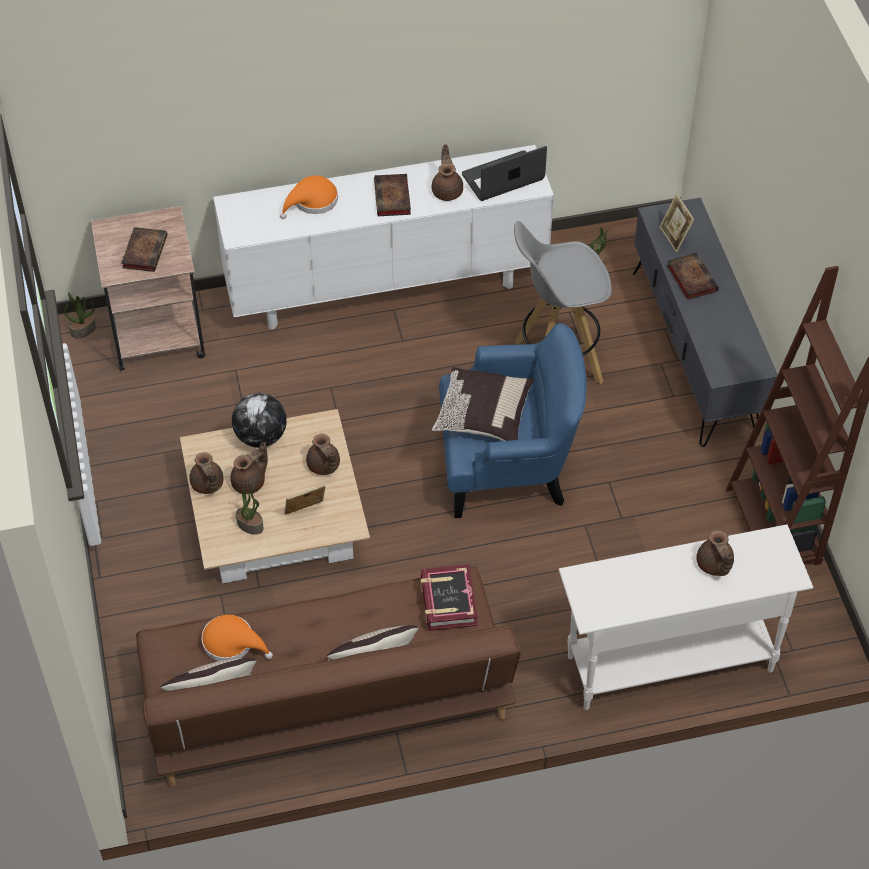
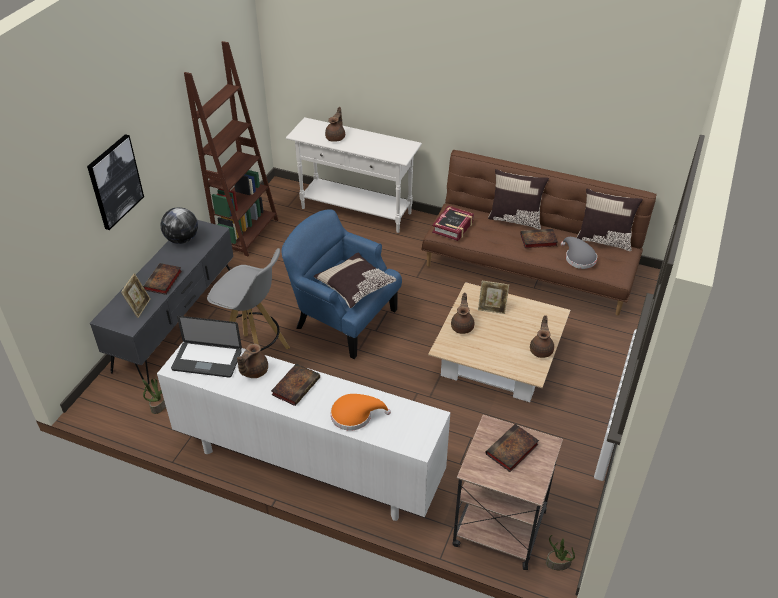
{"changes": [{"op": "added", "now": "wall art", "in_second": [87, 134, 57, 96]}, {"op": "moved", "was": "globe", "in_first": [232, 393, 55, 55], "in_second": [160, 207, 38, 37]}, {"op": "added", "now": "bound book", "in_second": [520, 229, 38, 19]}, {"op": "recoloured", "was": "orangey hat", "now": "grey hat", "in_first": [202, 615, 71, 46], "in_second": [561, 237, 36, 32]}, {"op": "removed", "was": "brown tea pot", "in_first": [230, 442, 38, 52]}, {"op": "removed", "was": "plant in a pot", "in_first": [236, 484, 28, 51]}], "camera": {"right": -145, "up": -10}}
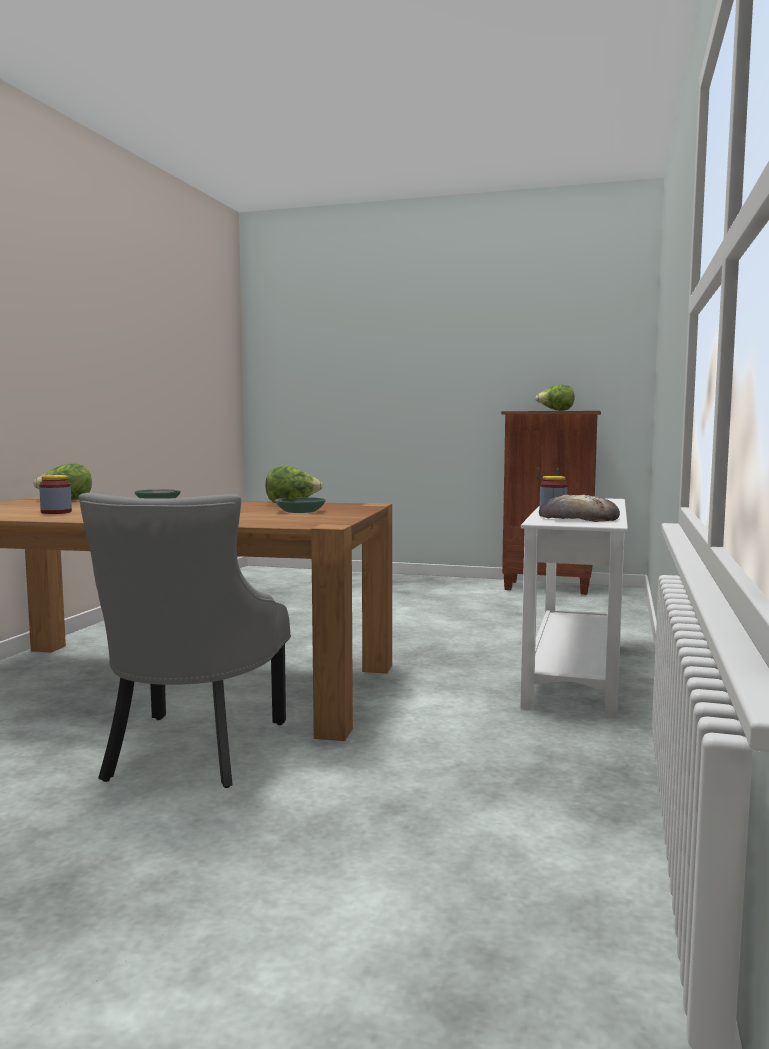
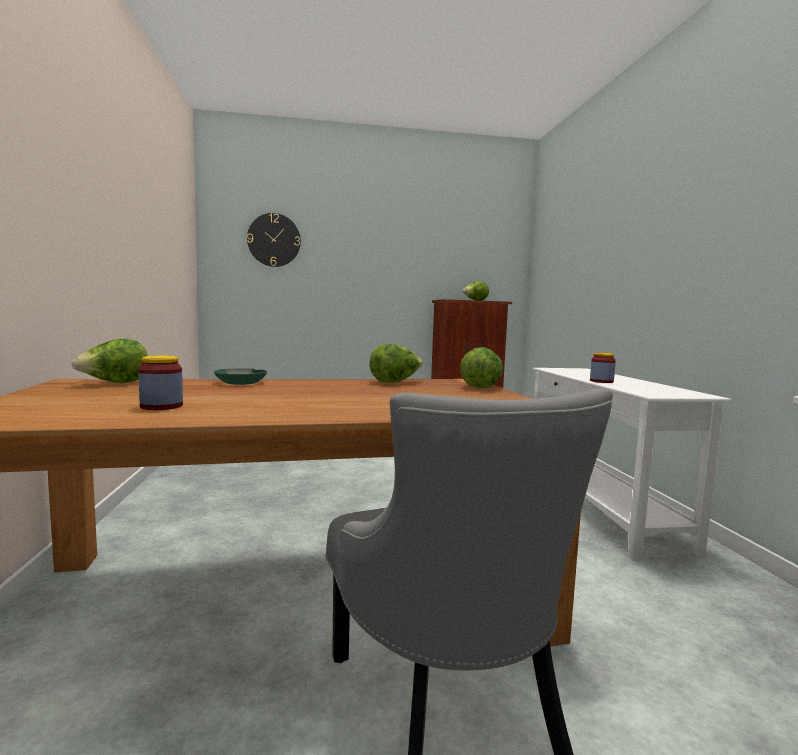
{"changes": [{"op": "added", "now": "wall clock", "in_second": [247, 213, 54, 54]}, {"op": "added", "now": "head of lettuce", "in_second": [460, 347, 43, 41]}, {"op": "removed", "was": "green-coloured serving bowl", "in_first": [275, 497, 51, 16]}, {"op": "removed", "was": "baked bread", "in_first": [539, 494, 81, 28]}], "camera": {"right": -25, "up": 0}}
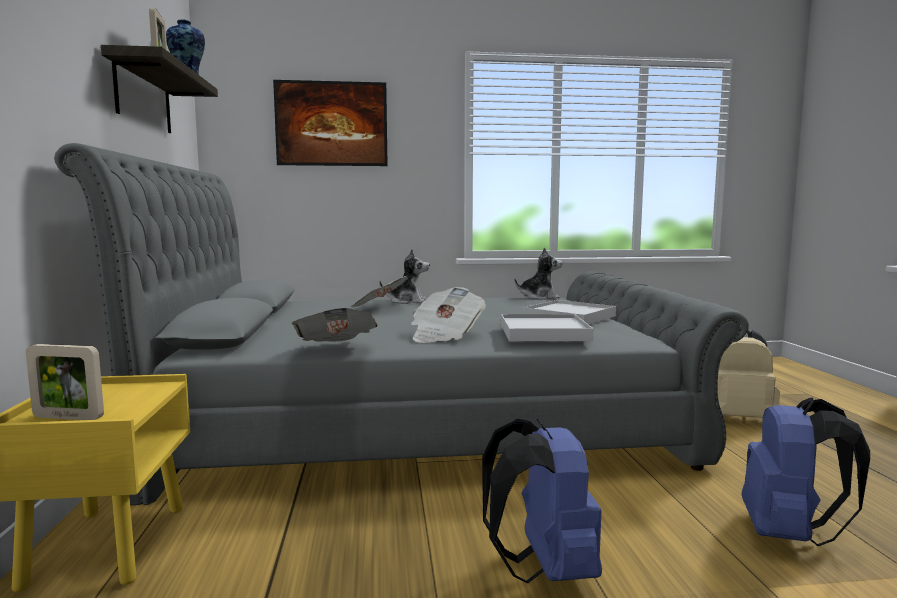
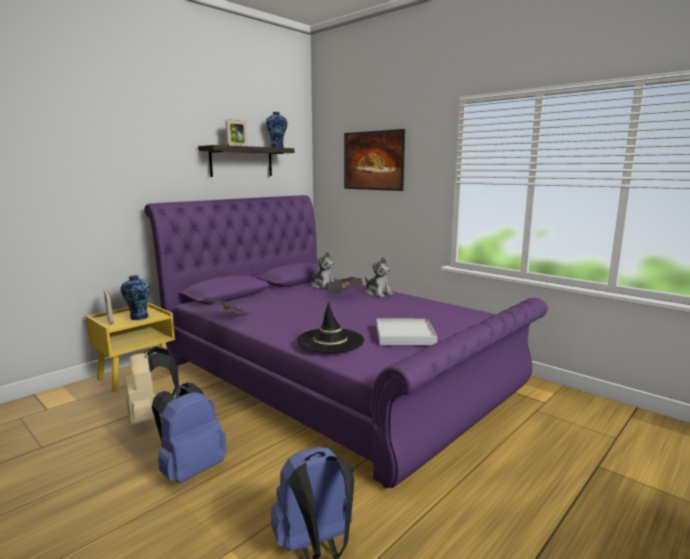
{"changes": [{"op": "added", "now": "decorative vase", "in_second": [121, 275, 29, 45]}, {"op": "moved", "was": "sand-coloured backpack", "in_first": [718, 330, 62, 88], "in_second": [126, 346, 54, 79]}, {"op": "recoloured", "was": "grey sleeping bed", "now": "purple sleeping bed", "in_first": [54, 143, 695, 362], "in_second": [144, 195, 404, 293]}, {"op": "replaced", "was": "whitish serving tray", "now": "blackish hat", "in_first": [501, 314, 92, 27], "in_second": [296, 302, 68, 51]}, {"op": "moved", "was": "plush toy", "in_first": [514, 247, 48, 53], "in_second": [310, 252, 25, 37]}, {"op": "removed", "was": "printed paper", "in_first": [411, 287, 75, 56]}], "camera": {"right": 50, "up": 5}}
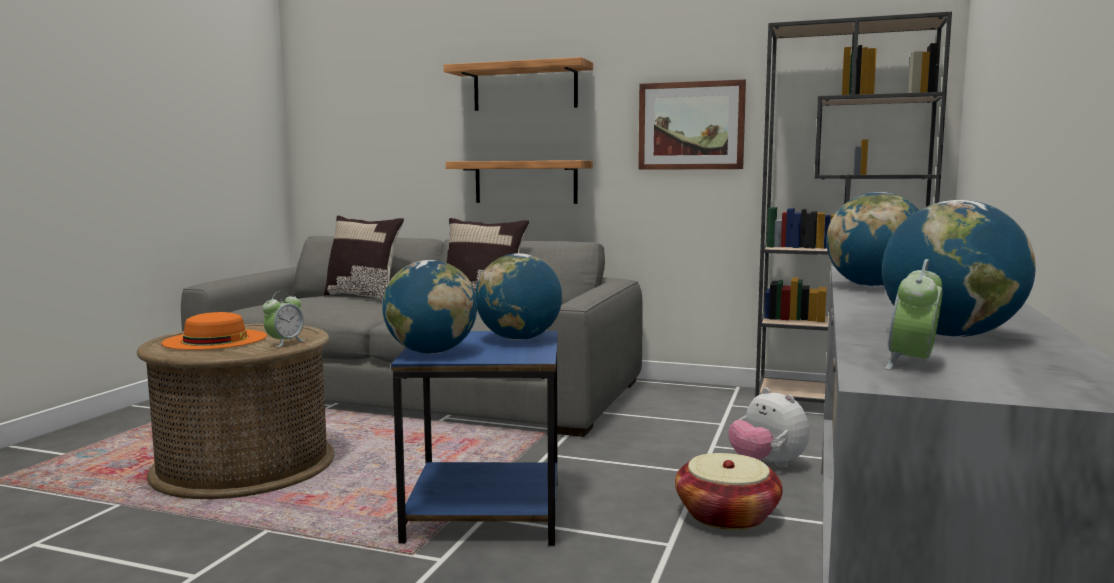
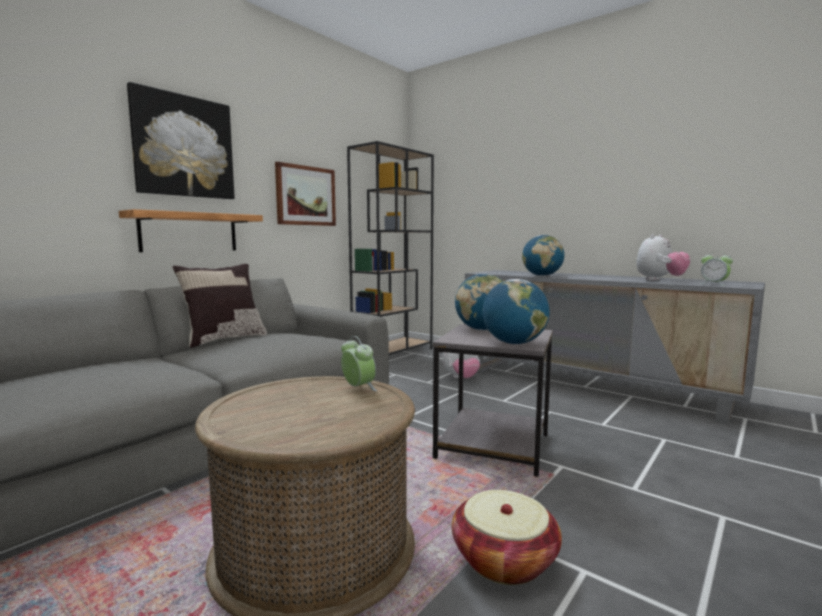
{"changes": [{"op": "replaced", "was": "shelf", "now": "wall art", "in_first": [444, 57, 149, 54], "in_second": [127, 82, 108, 117]}, {"op": "recoloured", "was": "blue-coloured side table", "now": "grey side table", "in_first": [391, 331, 167, 215], "in_second": [433, 324, 120, 153]}, {"op": "moved", "was": "basket", "in_first": [675, 453, 108, 77], "in_second": [452, 490, 110, 95]}, {"op": "replaced", "was": "globe", "now": "plush toy", "in_first": [882, 200, 154, 137], "in_second": [636, 234, 54, 47]}, {"op": "removed", "was": "orangey hat", "in_first": [162, 312, 105, 38]}, {"op": "removed", "was": "pillow", "in_first": [324, 216, 80, 84]}], "camera": {"right": -70, "up": 0}}
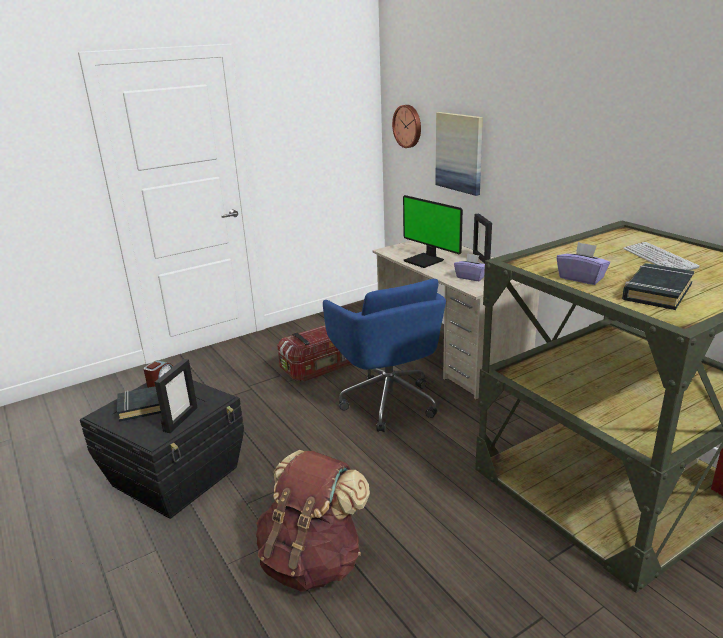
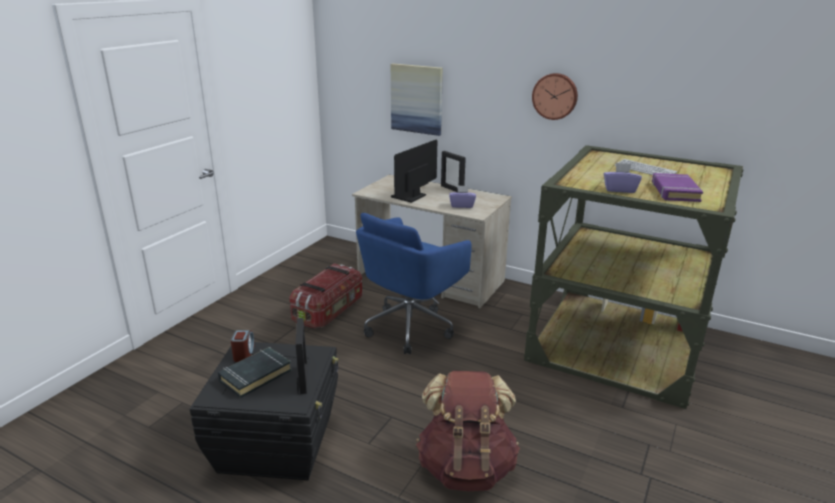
{"changes": [{"op": "turned", "was": "blue-coloured desk chair", "in_first": [323, 279, 123, 153], "in_second": [356, 213, 116, 141], "clockwise": 90}, {"op": "turned", "was": "computer display", "in_first": [403, 195, 60, 73], "in_second": [391, 140, 46, 63], "clockwise": 105}, {"op": "moved", "was": "wall clock", "in_first": [392, 105, 29, 43], "in_second": [532, 73, 46, 47]}, {"op": "recoloured", "was": "blackish bound book", "now": "purple bound book", "in_first": [622, 263, 72, 47], "in_second": [652, 173, 51, 29]}], "camera": {"right": -30, "up": 0}}
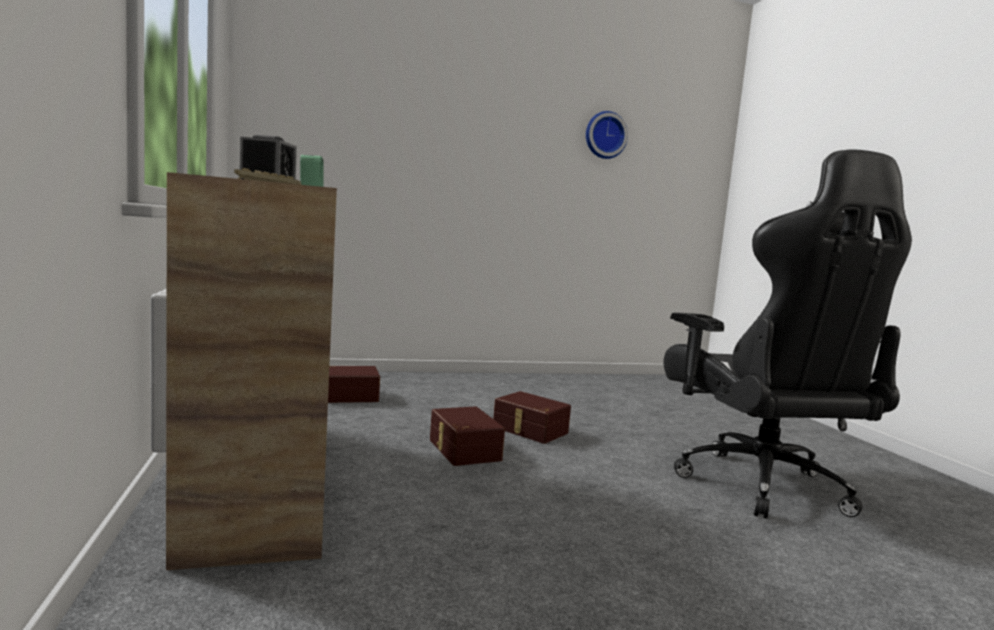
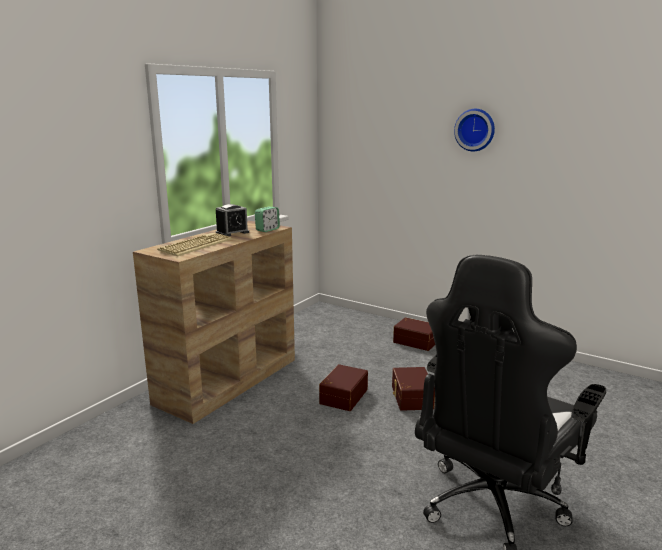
{"changes": [{"op": "moved", "was": "brown storage bin", "in_first": [328, 366, 52, 37], "in_second": [393, 317, 42, 34]}, {"op": "moved", "was": "wall clock", "in_first": [586, 111, 42, 48], "in_second": [454, 109, 41, 43]}], "camera": {"right": 50, "up": 10}}
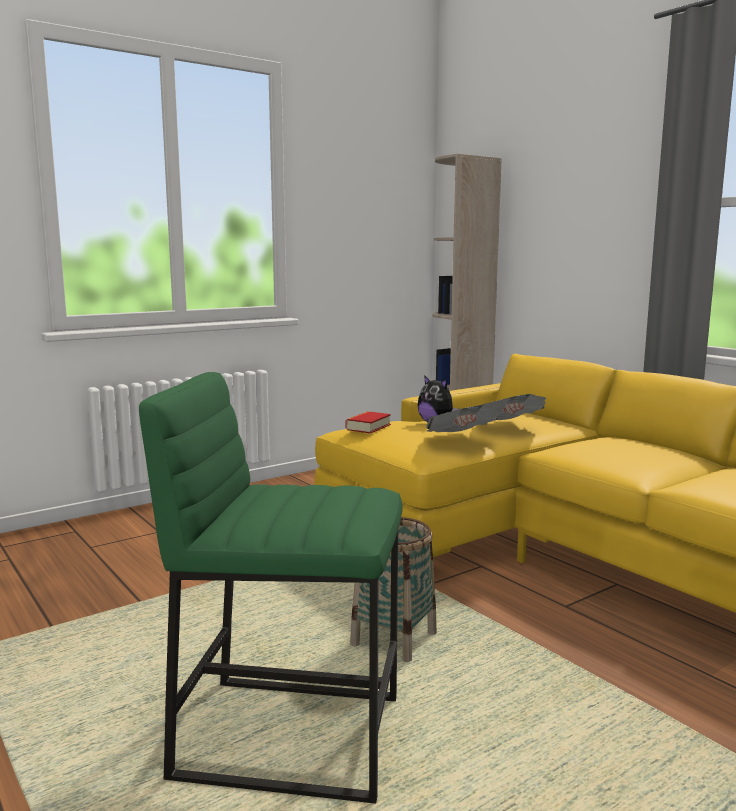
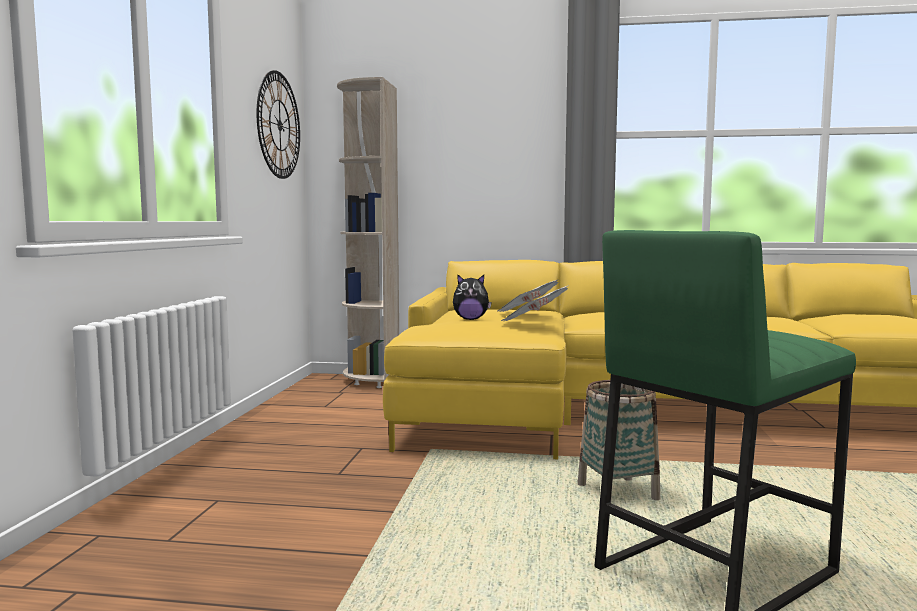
{"changes": [{"op": "added", "now": "wall clock", "in_second": [256, 70, 44, 109]}, {"op": "removed", "was": "bound book", "in_first": [345, 411, 46, 22]}], "camera": {"right": -45, "up": -5}}
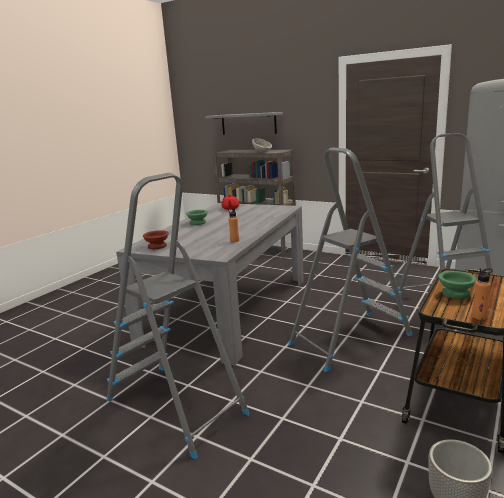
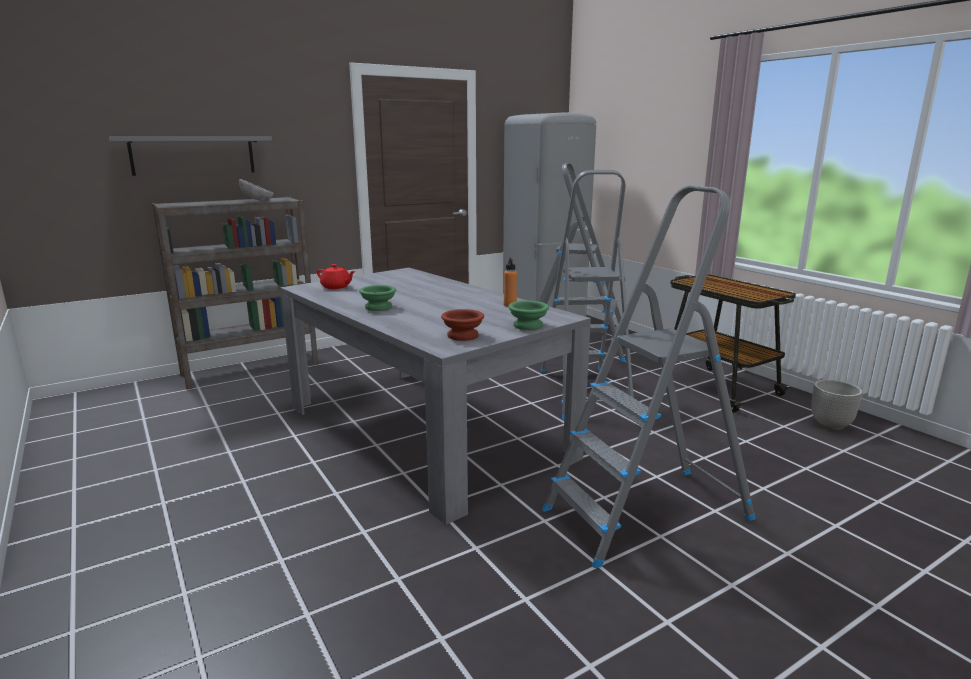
{"changes": [{"op": "moved", "was": "green-coloured serving bowl", "in_first": [438, 271, 39, 28], "in_second": [508, 301, 41, 29]}, {"op": "removed", "was": "orangey bottle", "in_first": [472, 268, 21, 52]}], "camera": {"right": -65, "up": 0}}
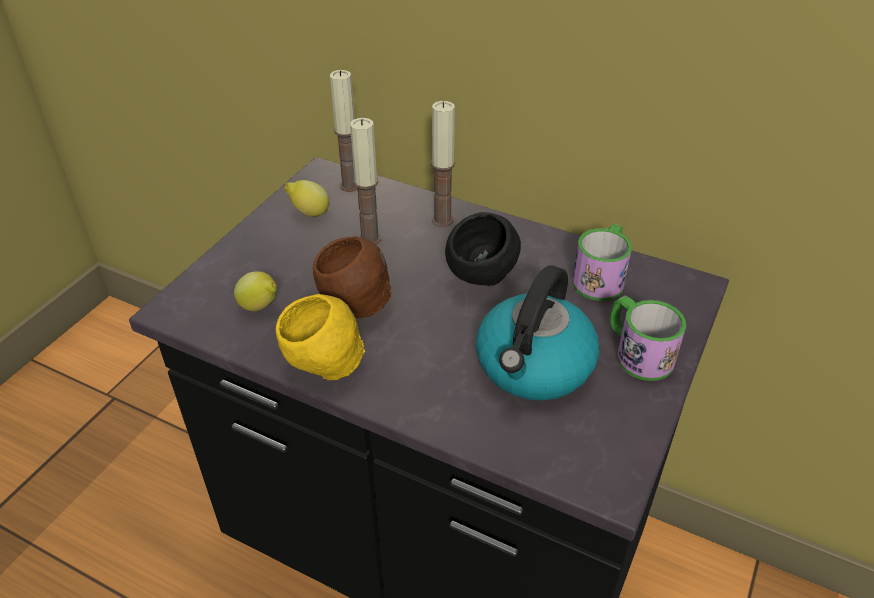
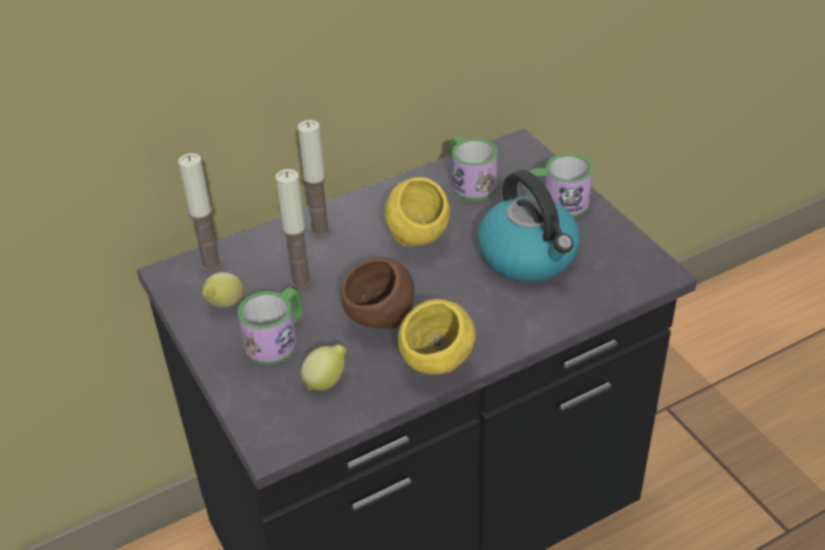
{"changes": [{"op": "added", "now": "mug", "in_second": [238, 287, 65, 78]}, {"op": "recoloured", "was": "blackish serving bowl", "now": "yellow-coloured serving bowl", "in_first": [445, 212, 76, 74], "in_second": [384, 177, 66, 69]}], "camera": {"right": -55, "up": 0}}
